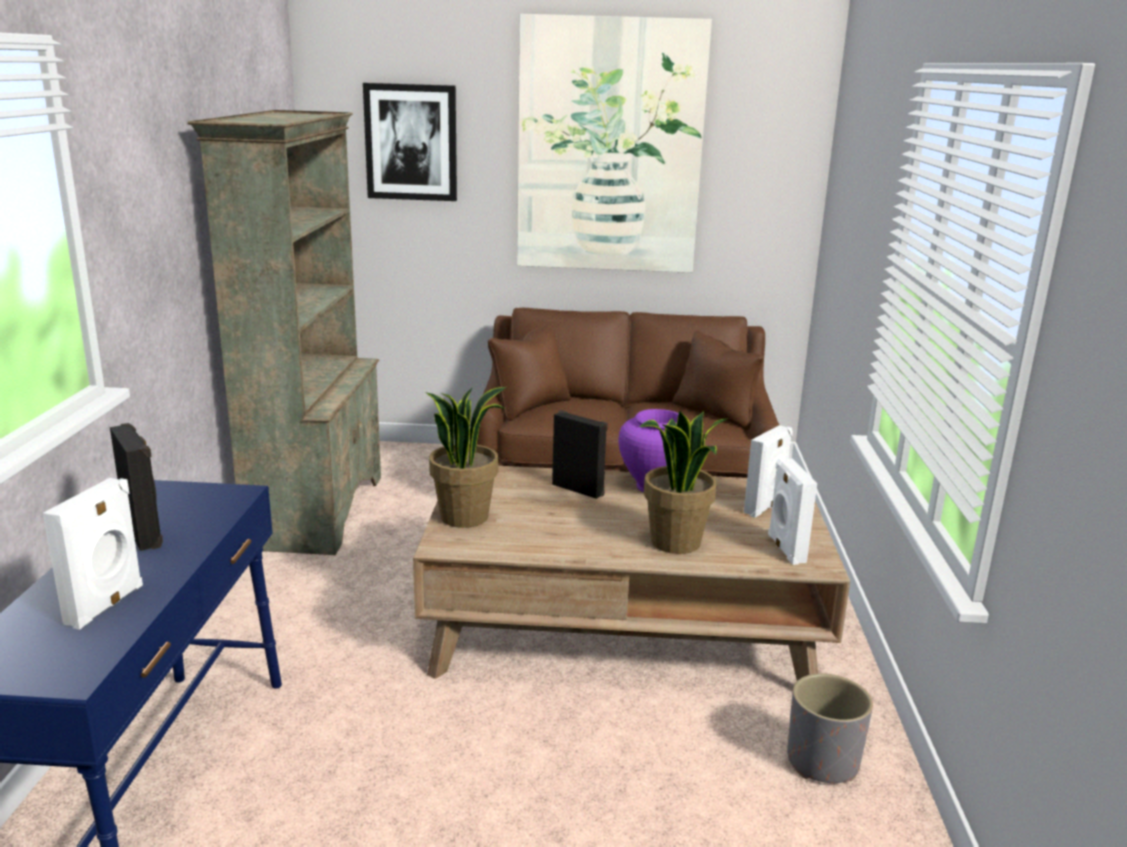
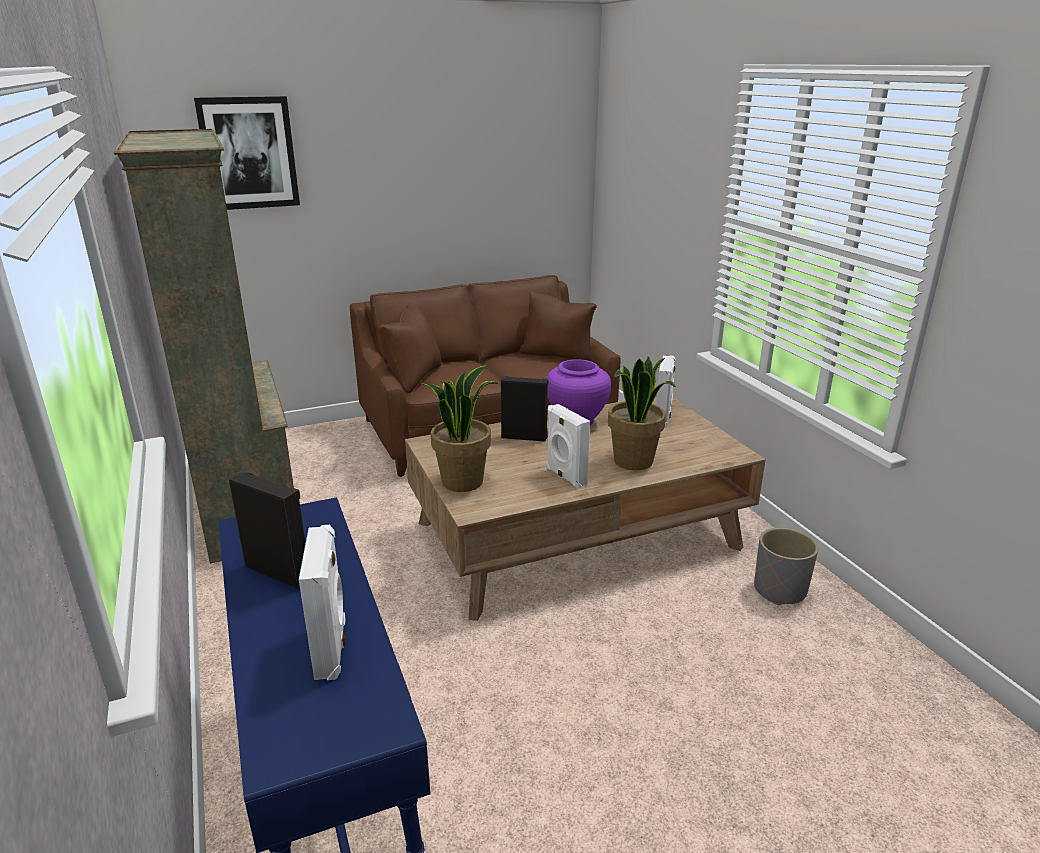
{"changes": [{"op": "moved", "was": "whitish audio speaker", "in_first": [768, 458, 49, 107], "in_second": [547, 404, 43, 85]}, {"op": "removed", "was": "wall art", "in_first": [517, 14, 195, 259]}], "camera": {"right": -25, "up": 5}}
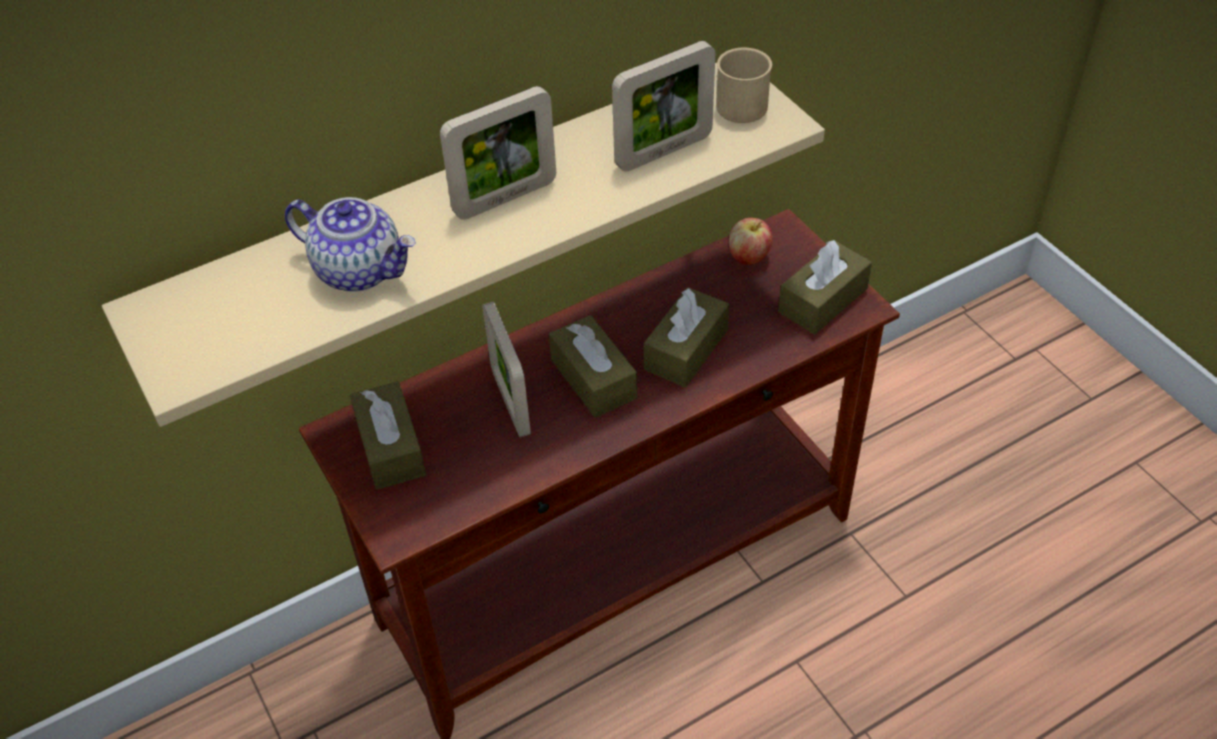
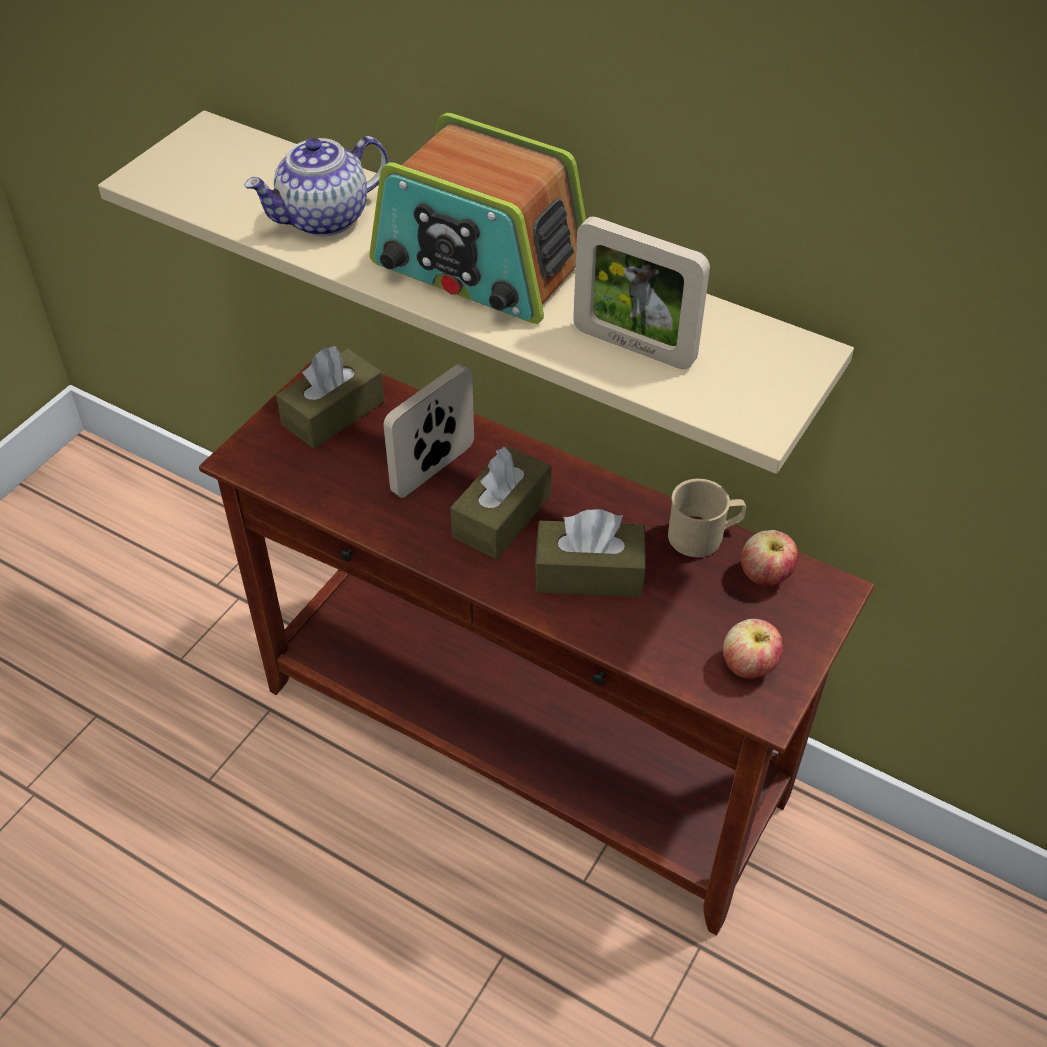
{"changes": [{"op": "turned", "was": "tea pot", "in_first": [285, 197, 131, 95], "in_second": [244, 136, 145, 100], "clockwise": 60}, {"op": "replaced", "was": "photo frame", "now": "radio set", "in_first": [440, 86, 116, 134], "in_second": [369, 113, 217, 211]}, {"op": "moved", "was": "sand-coloured mug", "in_first": [716, 48, 56, 75], "in_second": [668, 479, 79, 78]}, {"op": "replaced", "was": "brown tissue box", "now": "apple fruit", "in_first": [778, 240, 94, 94], "in_second": [723, 619, 60, 60]}], "camera": {"right": 60, "up": 0}}
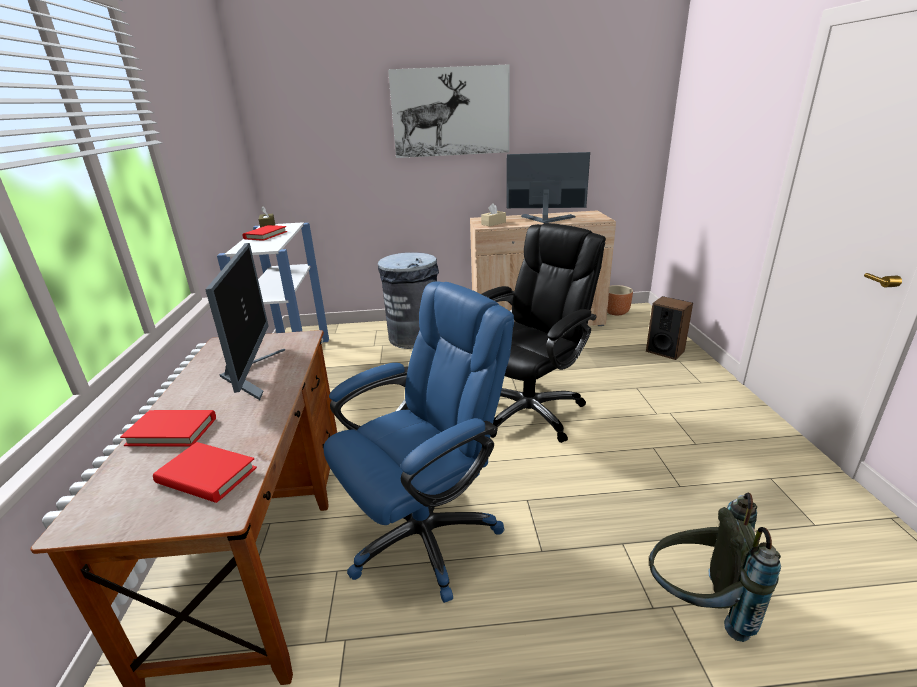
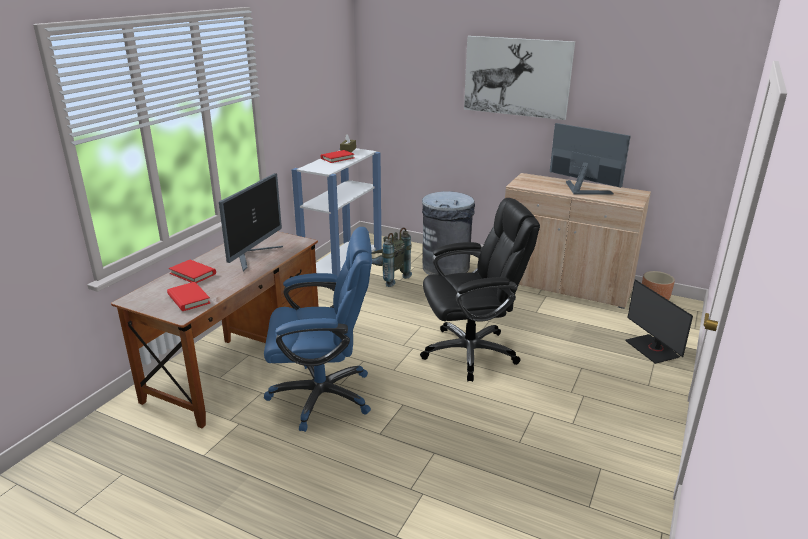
{"changes": [{"op": "moved", "was": "grey backpack", "in_first": [649, 492, 132, 150], "in_second": [372, 228, 40, 59]}, {"op": "replaced", "was": "audio speaker", "now": "computer display", "in_first": [646, 296, 47, 64], "in_second": [626, 279, 67, 85]}, {"op": "removed", "was": "sand-coloured tissue box", "in_first": [481, 203, 25, 23]}], "camera": {"right": 30, "up": 0}}
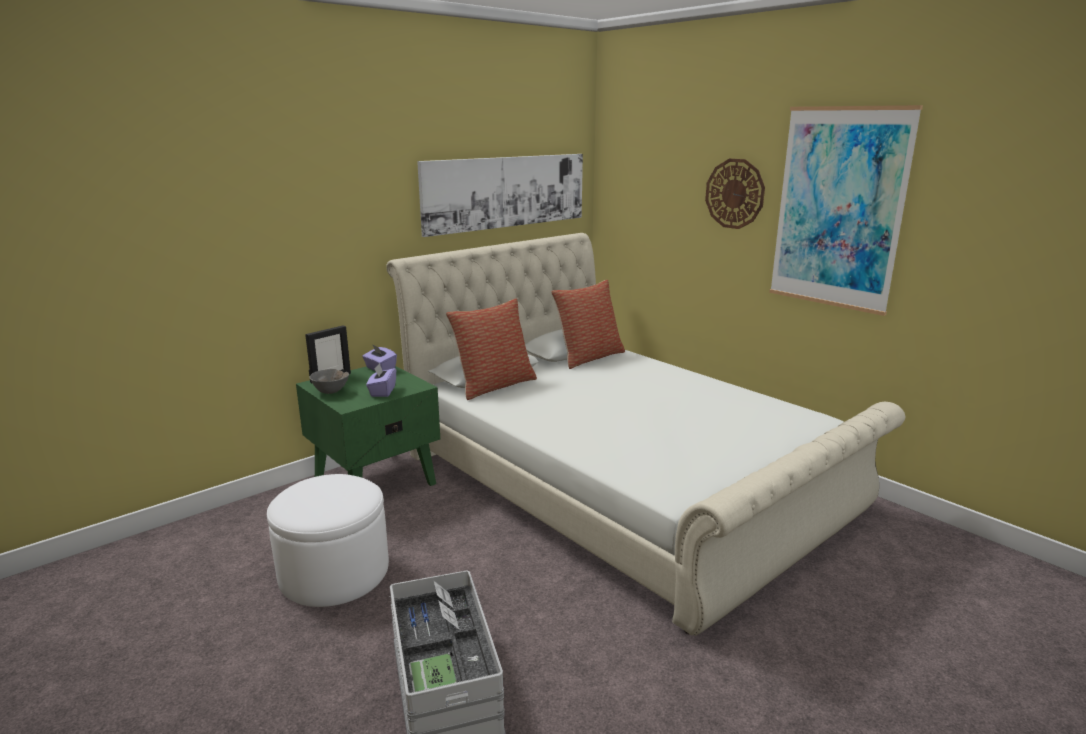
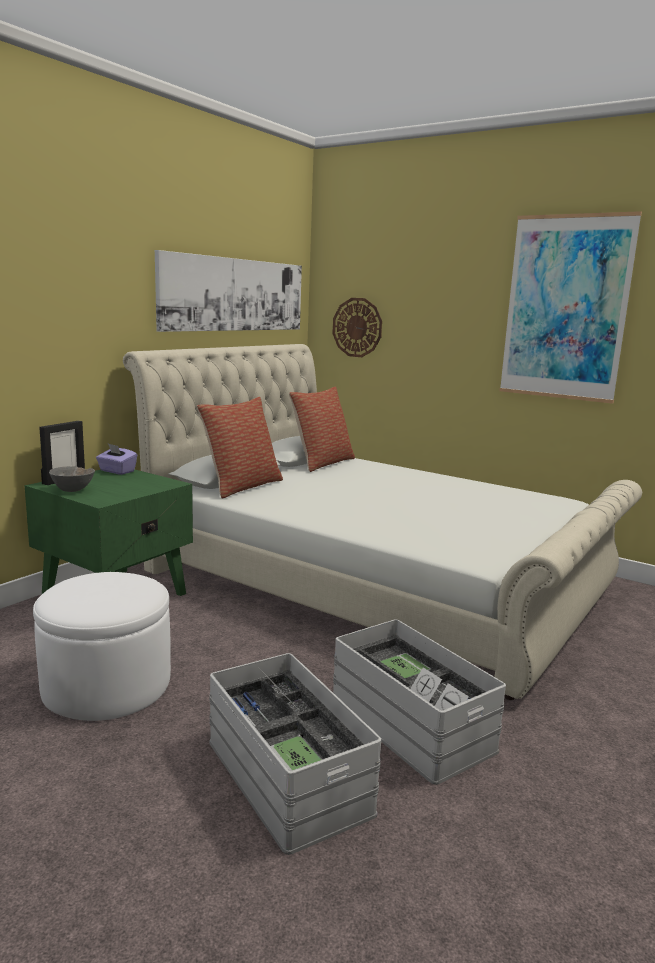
{"changes": [{"op": "moved", "was": "wall clock", "in_first": [705, 159, 60, 70], "in_second": [332, 298, 50, 59]}, {"op": "added", "now": "grey storage bin", "in_second": [333, 620, 173, 165]}, {"op": "removed", "was": "purple tissue box", "in_first": [366, 363, 30, 34]}], "camera": {"right": -15, "up": -5}}
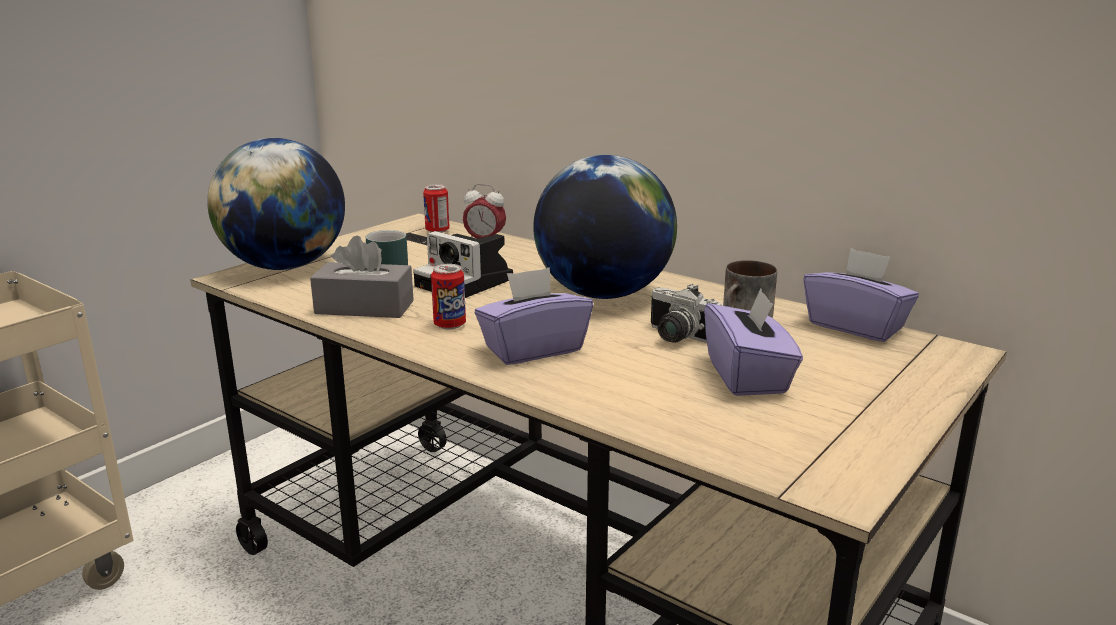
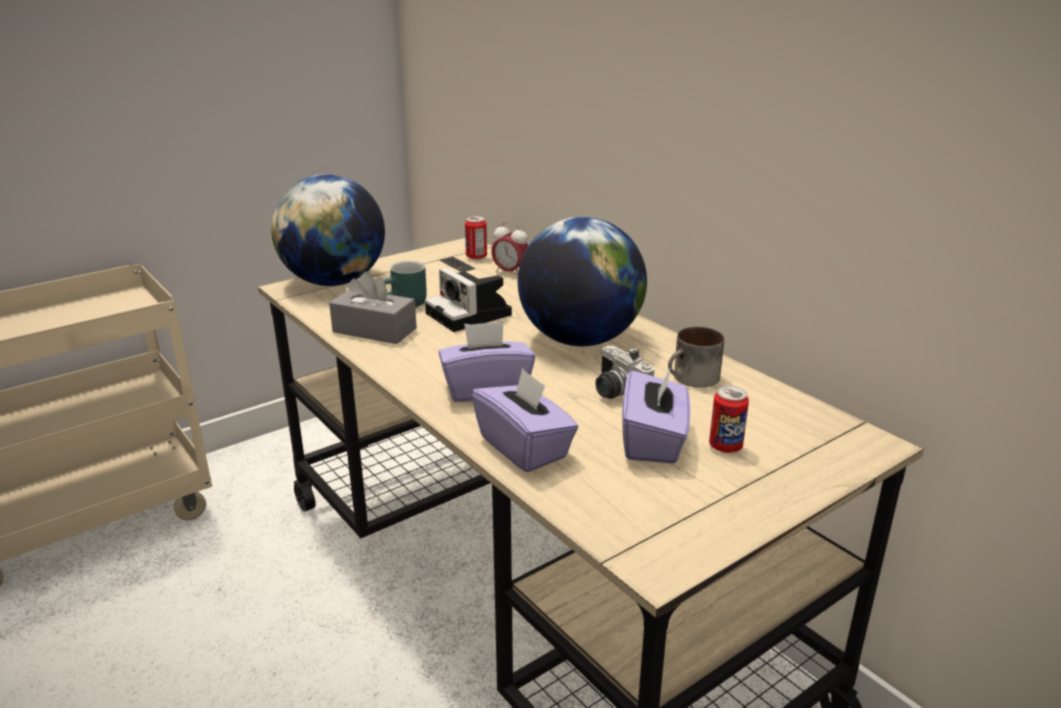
{"changes": [{"op": "moved", "was": "purple tissue box", "in_first": [803, 248, 116, 94], "in_second": [472, 368, 107, 104]}, {"op": "moved", "was": "metal can", "in_first": [431, 264, 35, 65], "in_second": [709, 386, 40, 67]}], "camera": {"right": 15, "up": 5}}
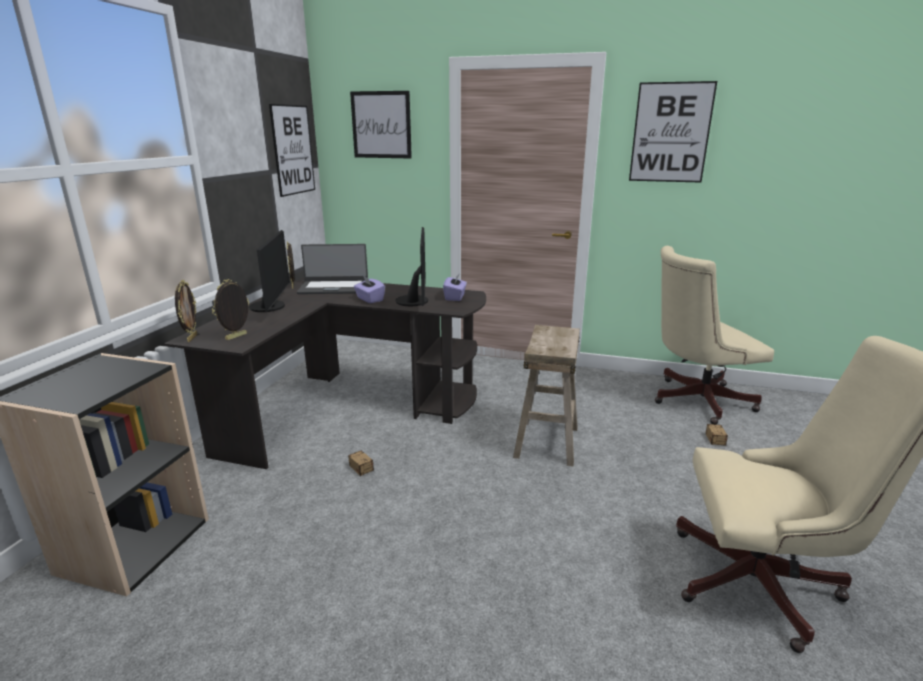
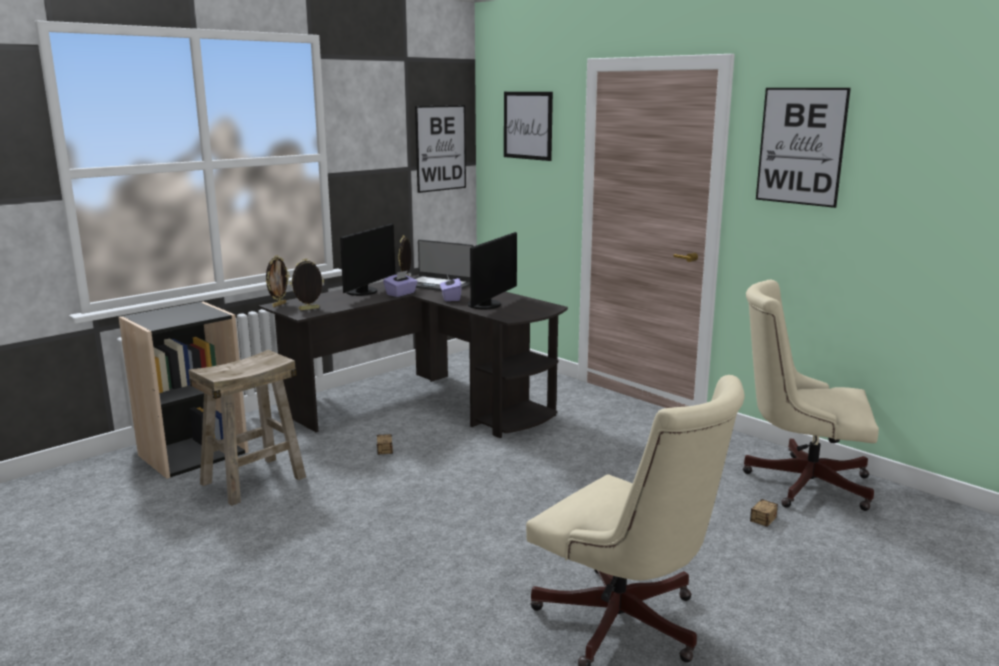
{"changes": [{"op": "moved", "was": "sand-coloured stool seat", "in_first": [513, 325, 67, 142], "in_second": [188, 350, 118, 156]}, {"op": "moved", "was": "purple tissue box", "in_first": [443, 273, 24, 28], "in_second": [383, 270, 35, 27]}], "camera": {"right": 30, "up": -5}}
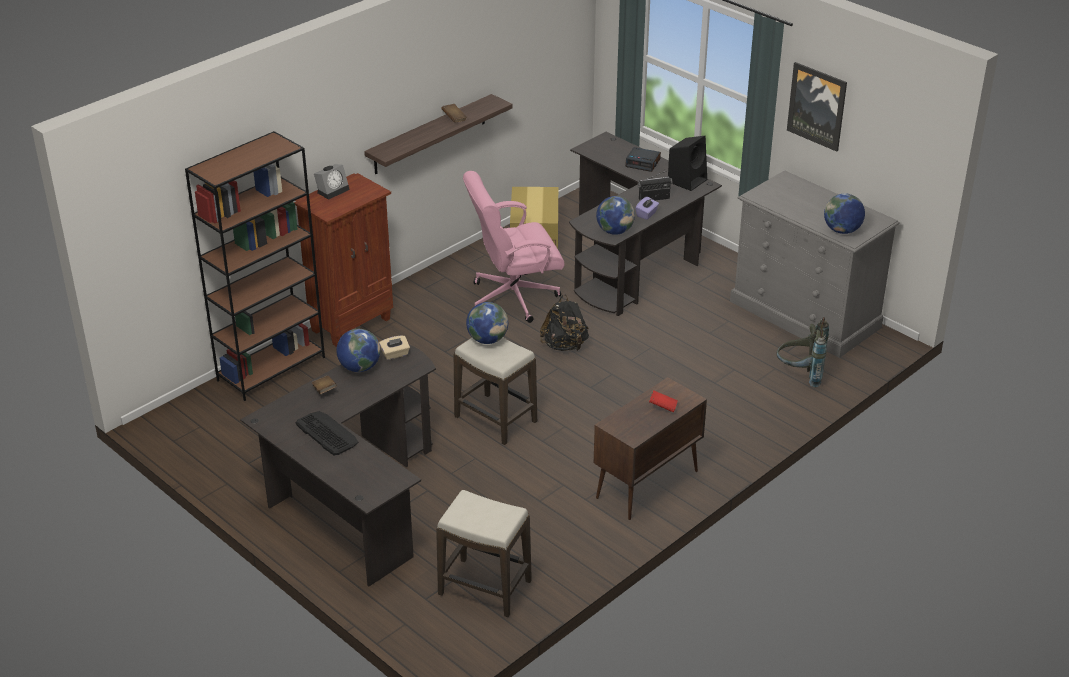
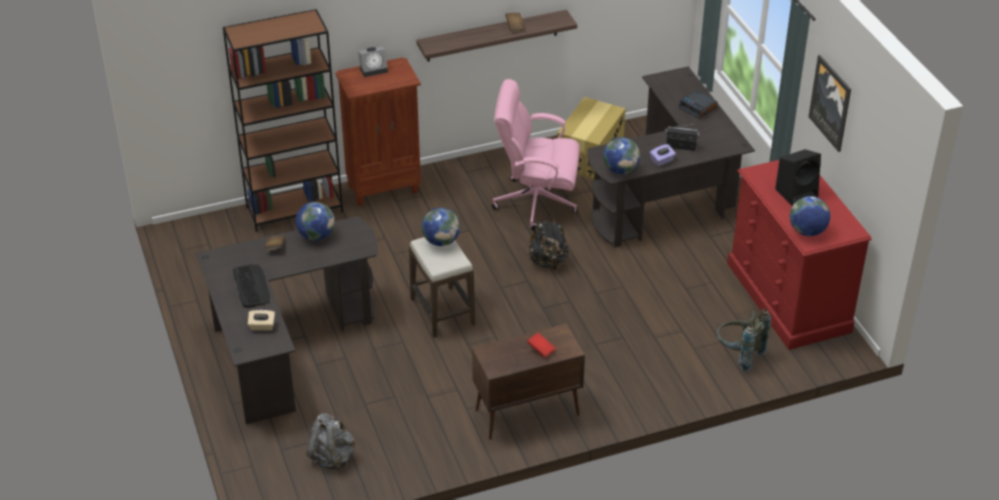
{"changes": [{"op": "moved", "was": "sand-coloured tissue box", "in_first": [379, 336, 31, 24], "in_second": [248, 310, 27, 21]}, {"op": "replaced", "was": "stool seat", "now": "grey backpack", "in_first": [436, 490, 96, 127], "in_second": [307, 413, 48, 58]}, {"op": "recoloured", "was": "grey drawer chest", "now": "red-coloured drawer chest", "in_first": [730, 171, 170, 187], "in_second": [727, 160, 145, 190]}, {"op": "moved", "was": "blackish audio speaker", "in_first": [668, 136, 39, 55], "in_second": [775, 149, 46, 57]}], "camera": {"right": 25, "up": 5}}
